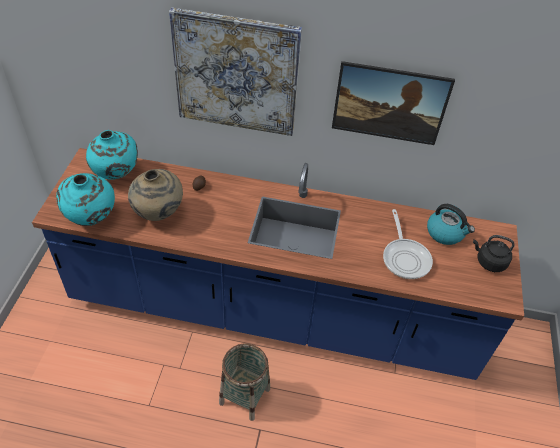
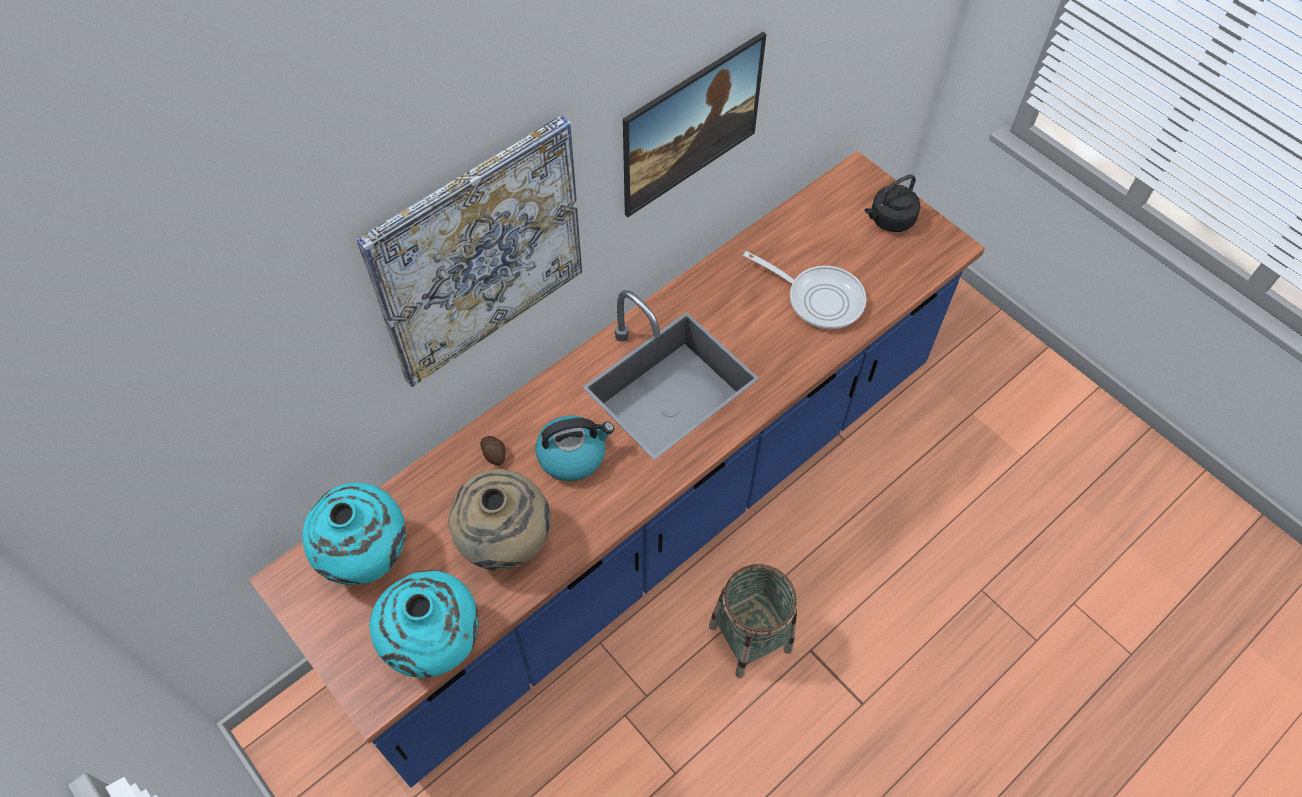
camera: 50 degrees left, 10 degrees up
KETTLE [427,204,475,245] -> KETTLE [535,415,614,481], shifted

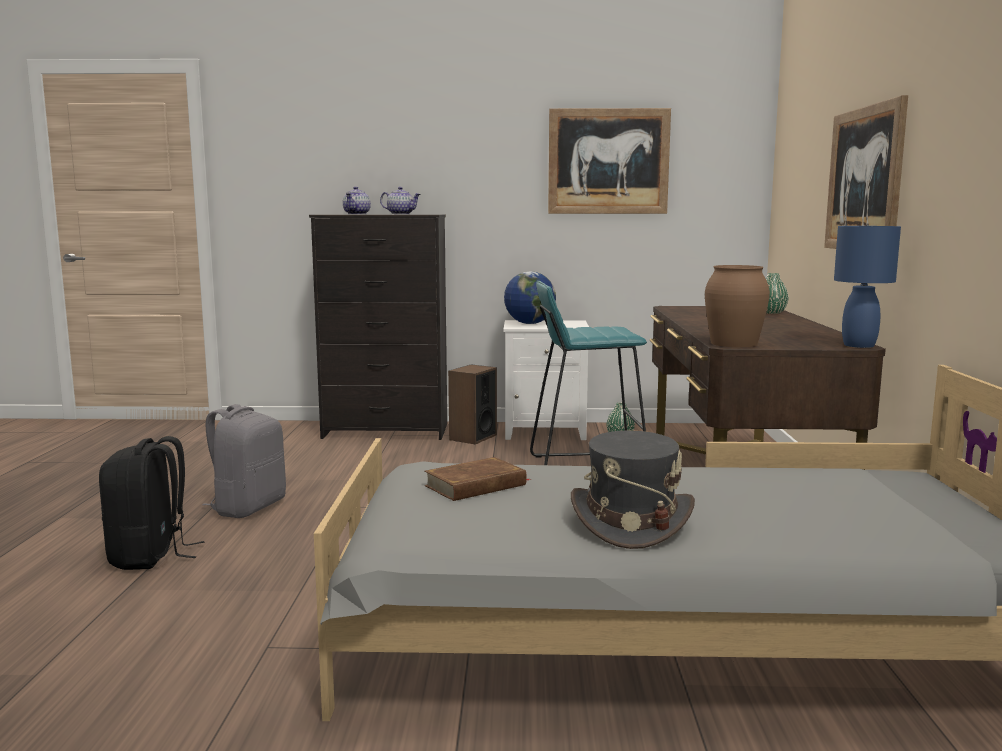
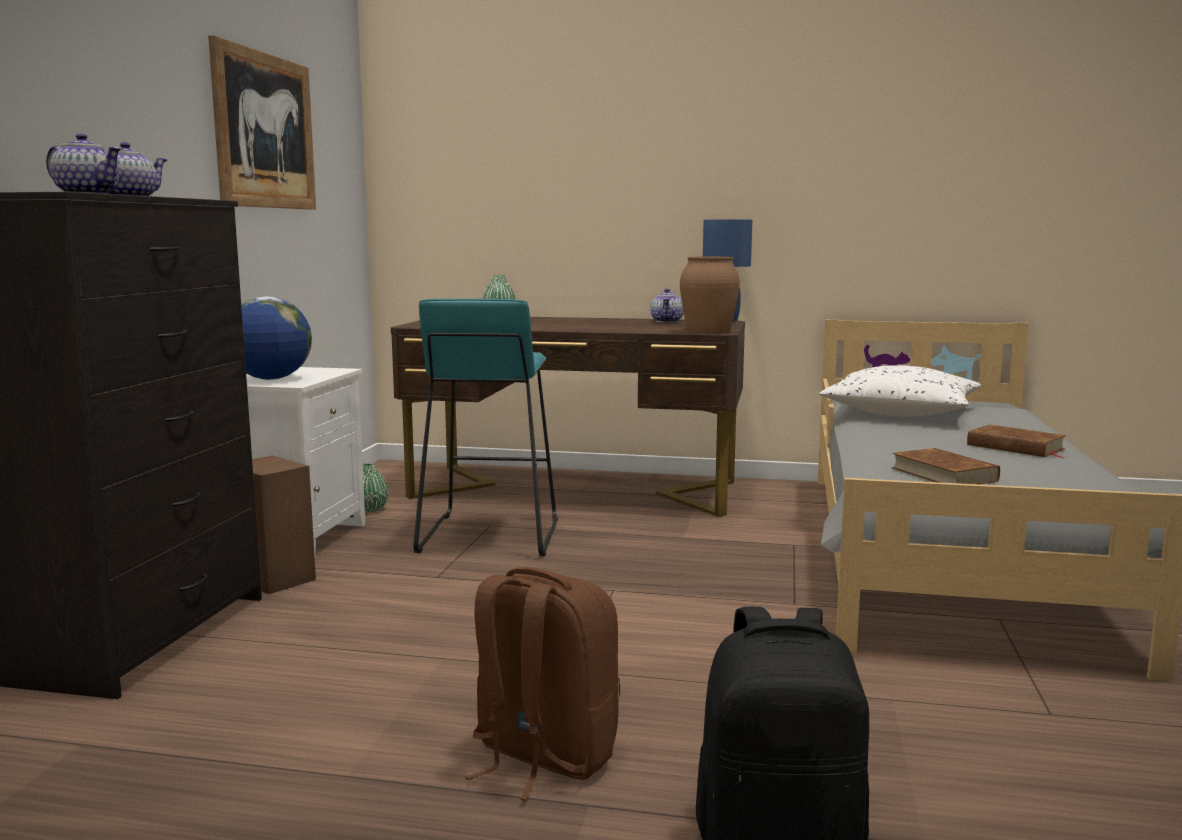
camera: 80 degrees left, 0 degrees up
PICTURE [824,95,908,249] -> none
GREY BACKPACK [202,404,286,518] -> BROWN BACKPACK [465,567,620,801]
GREY HAT [571,431,695,549] -> BROWN BOOK [967,425,1066,458]
none -> TEAPOT [650,288,684,323]
none -> WHITE PILLOW [819,365,981,416]

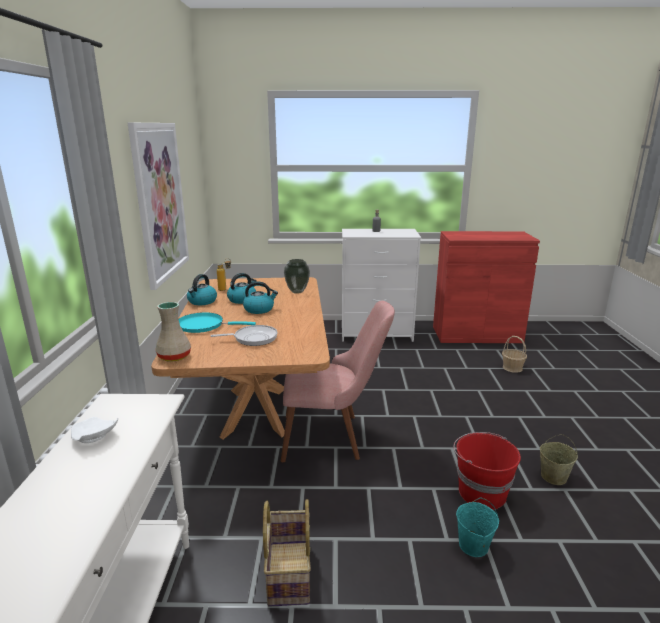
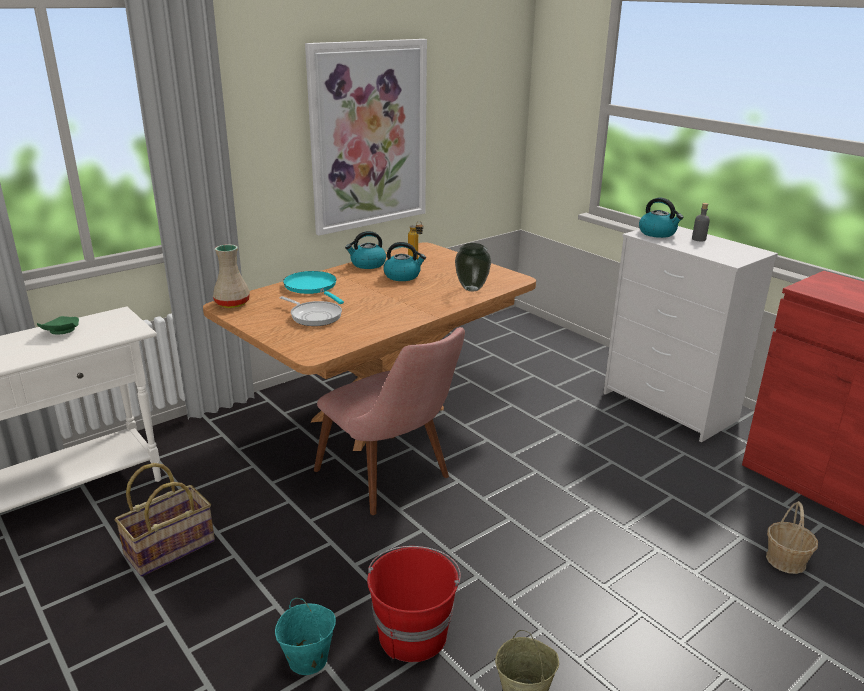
camera: 50 degrees right, 5 degrees up
KETTLE [243,281,278,314] -> KETTLE [639,197,683,238], shifted
WHITE PLATE [71,417,118,443] -> GREEN PLATE [37,316,79,335]

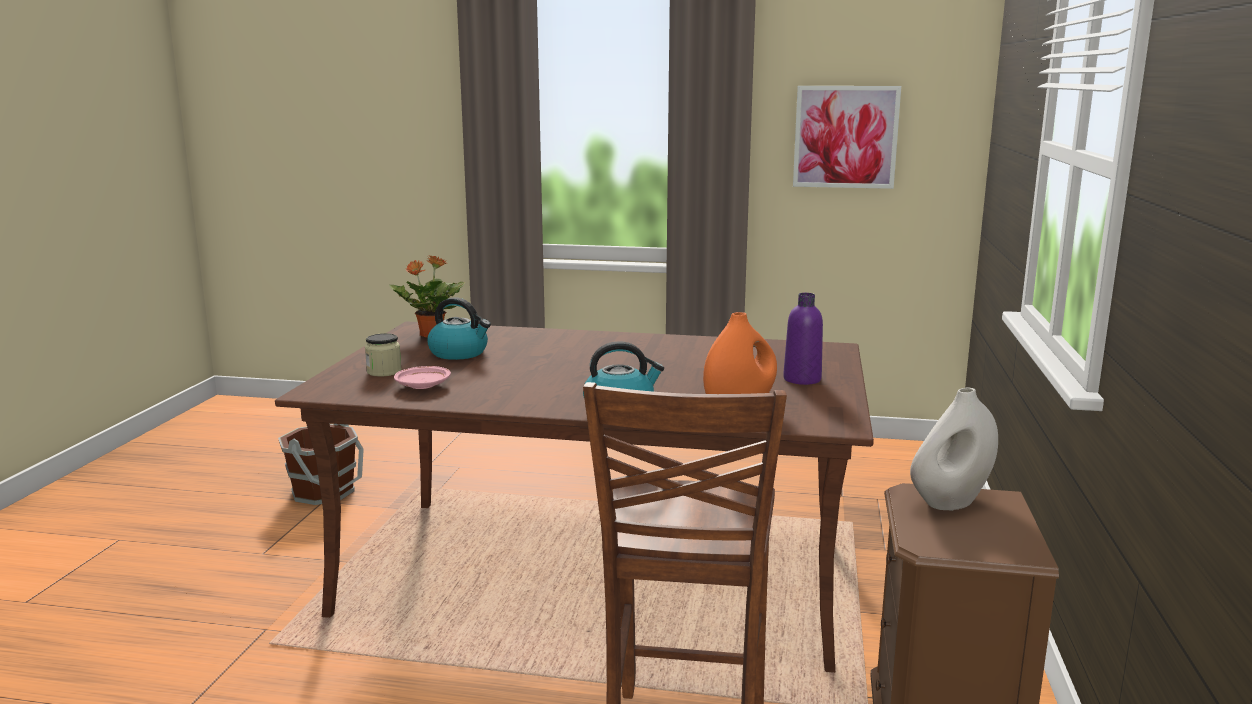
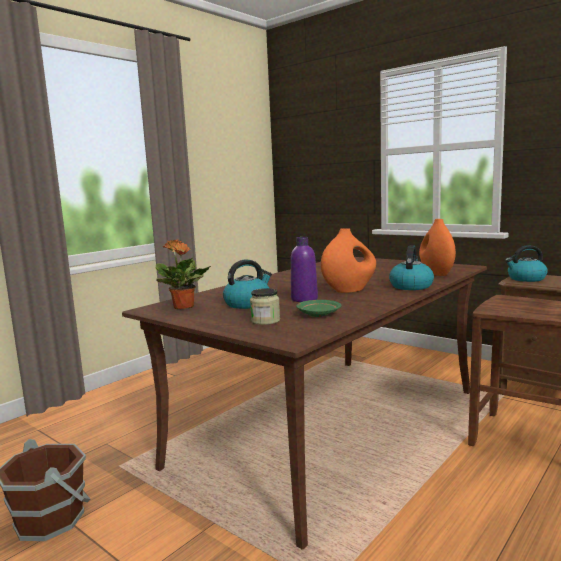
camera: 60 degrees left, 5 degrees down
PICTURE [793,86,901,189] -> none
PURPLE BOTTLE [783,293,823,385] -> PURPLE BOTTLE [291,237,318,302], shifted
PINK PLATE [394,366,451,389] -> GREEN PLATE [296,300,341,317]
WHITE VASE [910,388,998,511] -> KETTLE [505,245,548,282]
none -> ORANGE VASE [321,228,376,293]

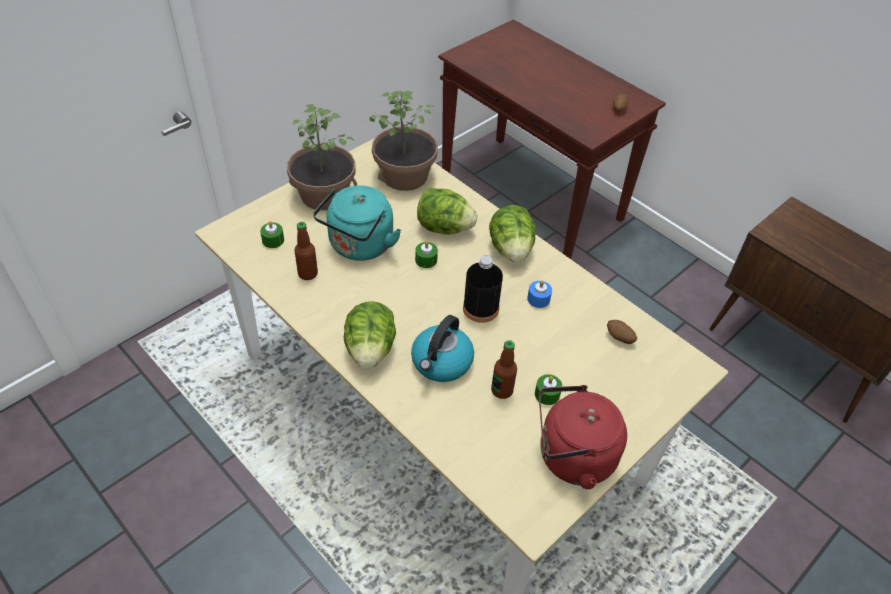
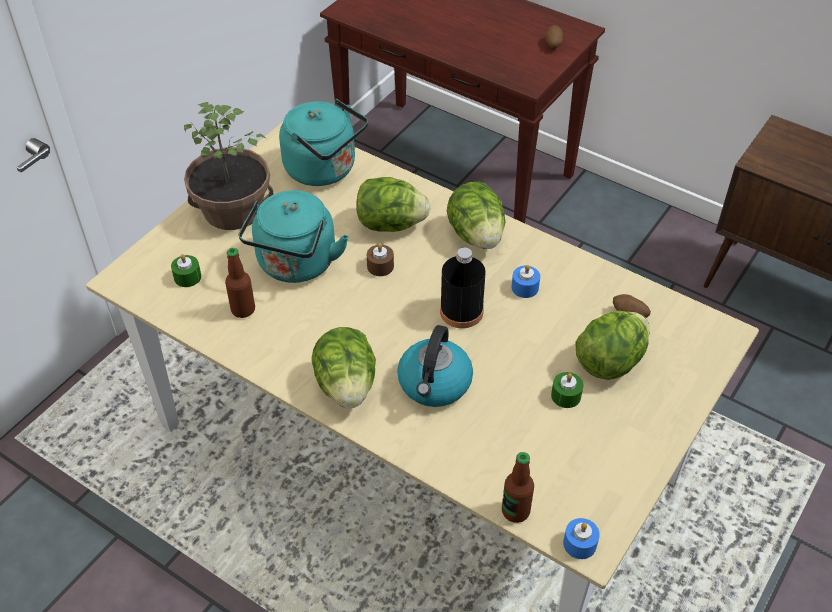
camera: 10 degrees left, 0 degrees up
POTTED PLANT [370,91,438,191] -> TURQUOISE KETTLE [279,99,368,186]
GREEN CANDLE [415,241,438,268] -> BROWN CANDLE [367,243,394,276]
BOTTLE [491,340,517,399] -> BOTTLE [502,452,534,523], shifted
RED KETTLE [539,385,627,490] -> none
none -> LETTUCE [575,311,650,380]
none -> BLUE CANDLE [563,518,600,559]

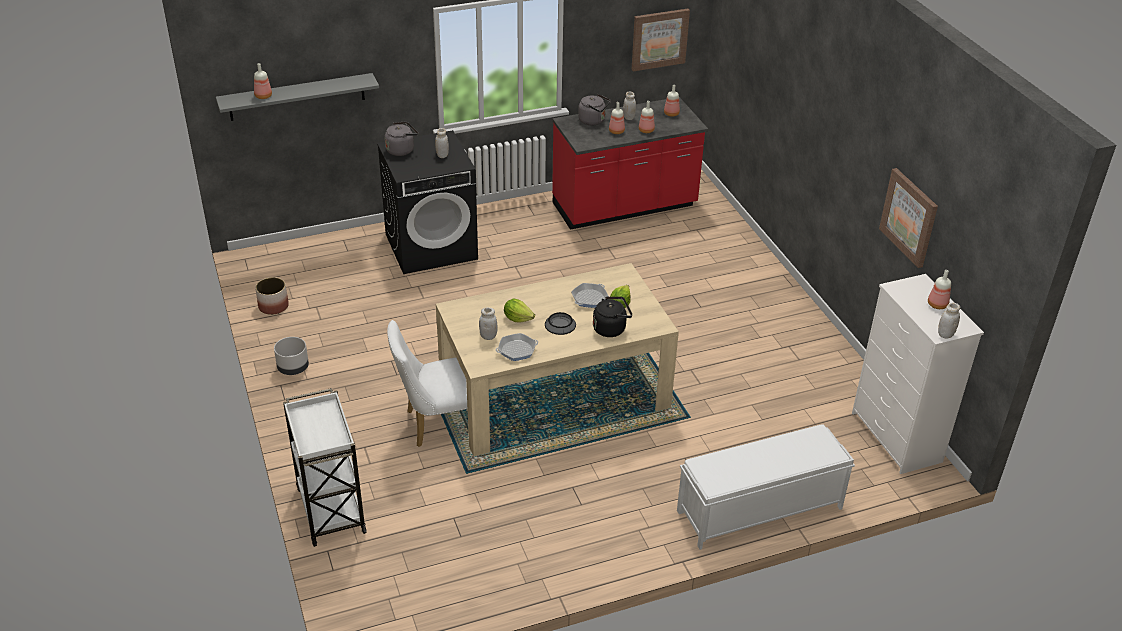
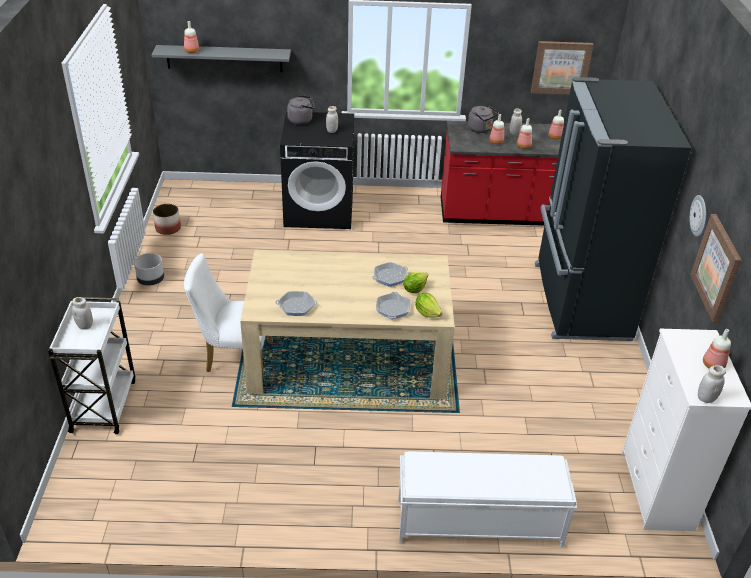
camera: 20 degrees right, 0 degrees up
BLACK KETTLE [593,297,632,337] -> FRYING PAN [376,292,410,319]
LETTUCE [504,299,535,323] -> LETTUCE [415,293,443,317], shifted
WHITE JAR [479,308,498,340] -> WHITE JAR [72,297,93,330], shifted
BOWL [545,312,576,335] -> none
none -> BLACK FRIDGE [535,77,691,341]
none -> WALL CLOCK [689,195,706,237]

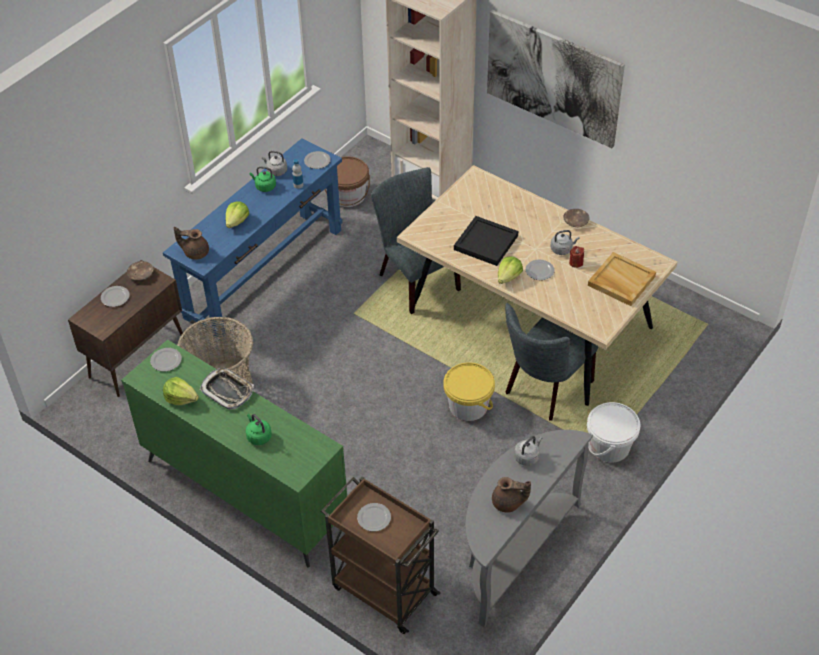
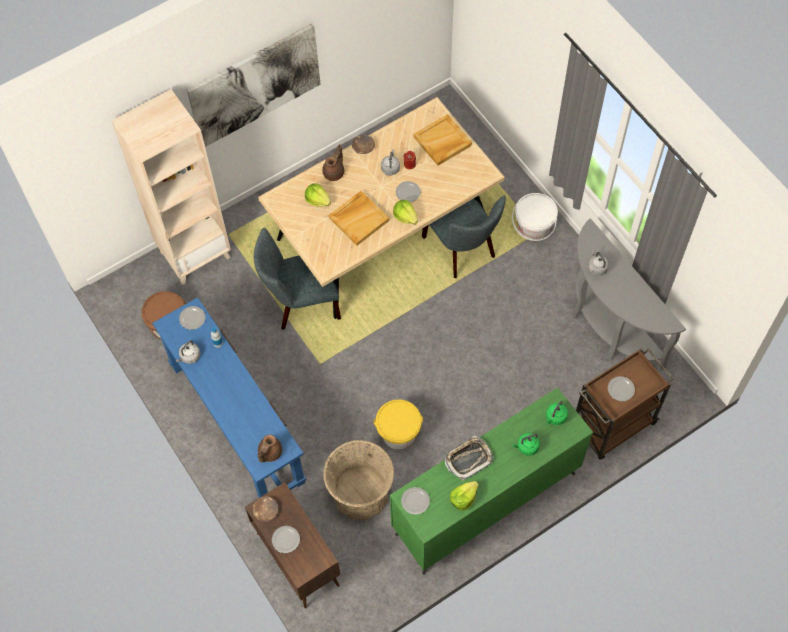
camera: 70 degrees left, 15 degrees up
GREEN KETTLE [250,166,276,192] -> GREEN KETTLE [546,401,568,425], shifted
LETTUCE [226,201,249,228] -> LETTUCE [305,183,331,207], shifted
BLACK TRAY [454,216,518,266] -> BEIGE TRAY [329,191,389,246]
YELLOW BUCKET [444,362,495,421] -> YELLOW BUCKET [374,400,423,449], shifted
BROWN TEAPOT [492,477,531,513] -> BROWN TEAPOT [322,144,344,181], shifted

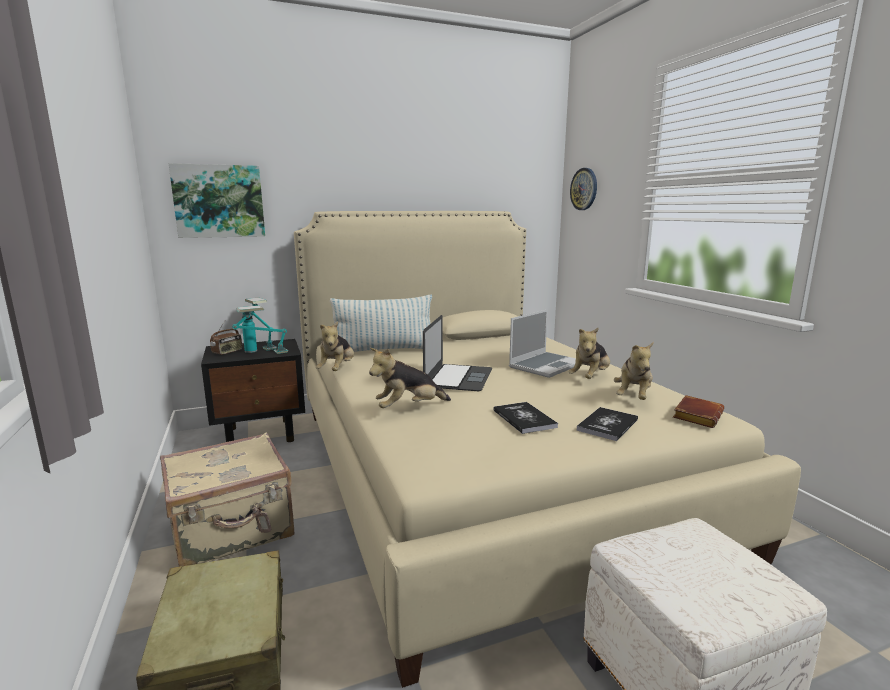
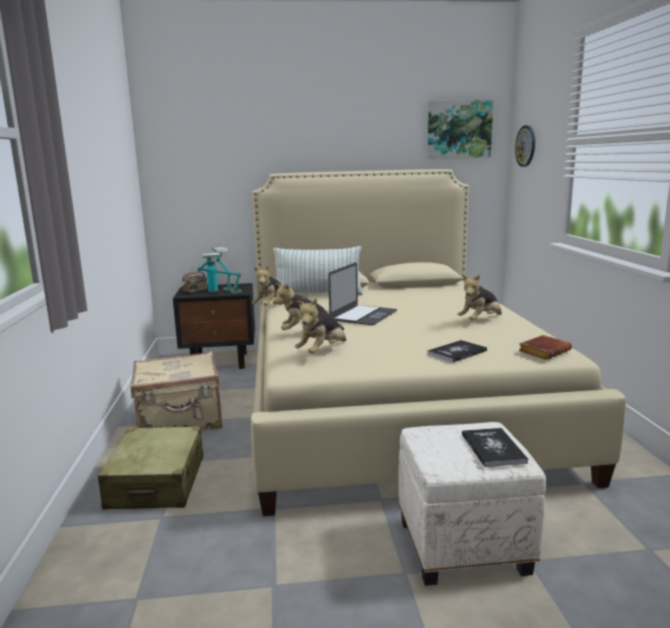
camera: 15 degrees right, 0 degrees up
PICTURE [168,163,265,238] -> PICTURE [428,100,493,159], shifted
LAPTOP [509,309,576,378] -> none
PLUSH TOY [614,342,654,400] -> PLUSH TOY [295,298,346,353], shifted
BOOK [493,402,558,434] -> BOOK [462,428,528,467], shifted

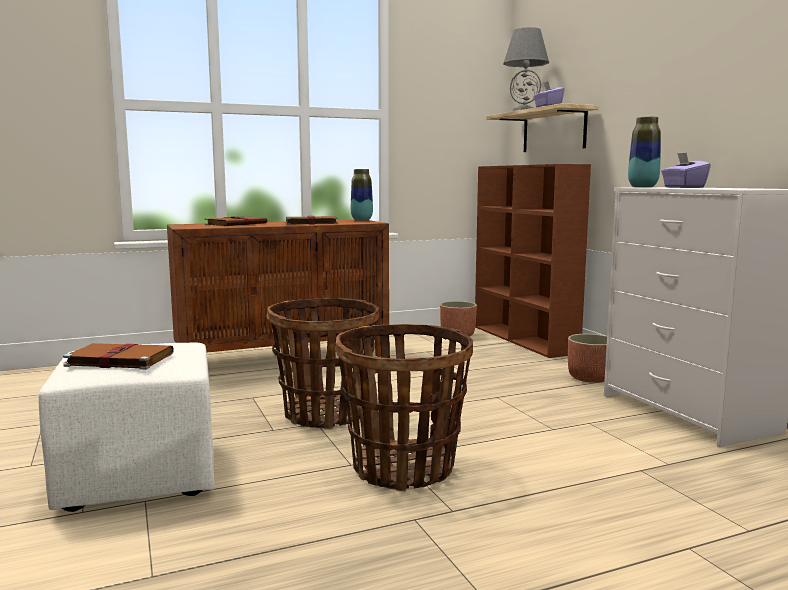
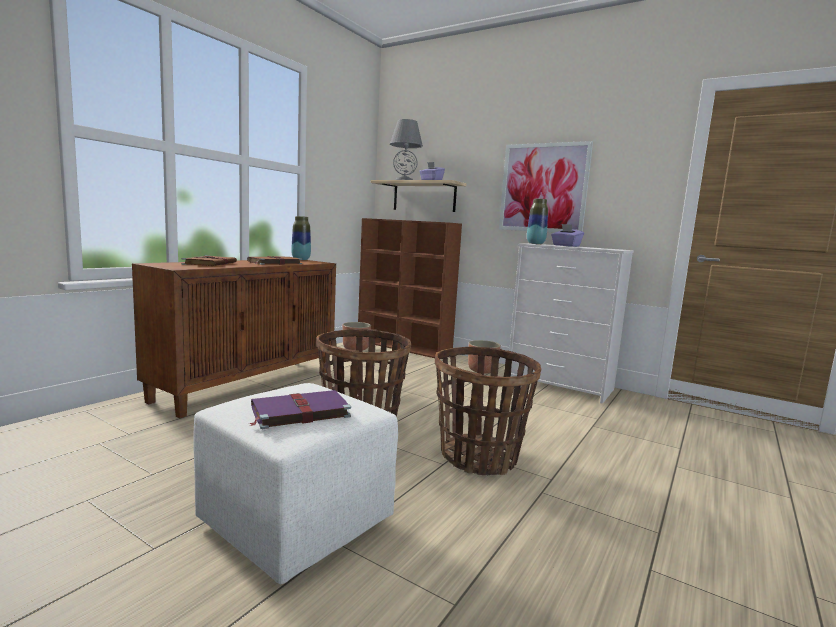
camera: 35 degrees left, 0 degrees up
BROWN BOOK [63,343,174,370] -> PURPLE BOOK [249,390,351,429]
none -> PICTURE [499,141,593,233]

